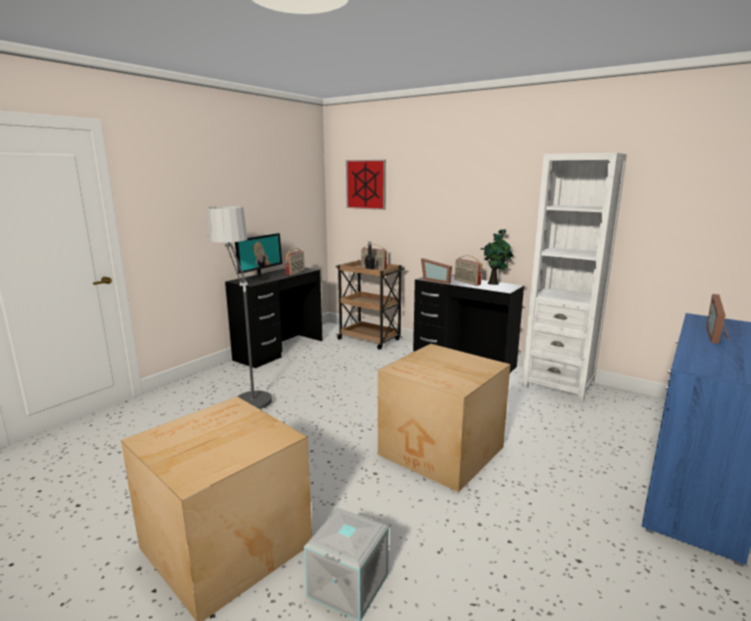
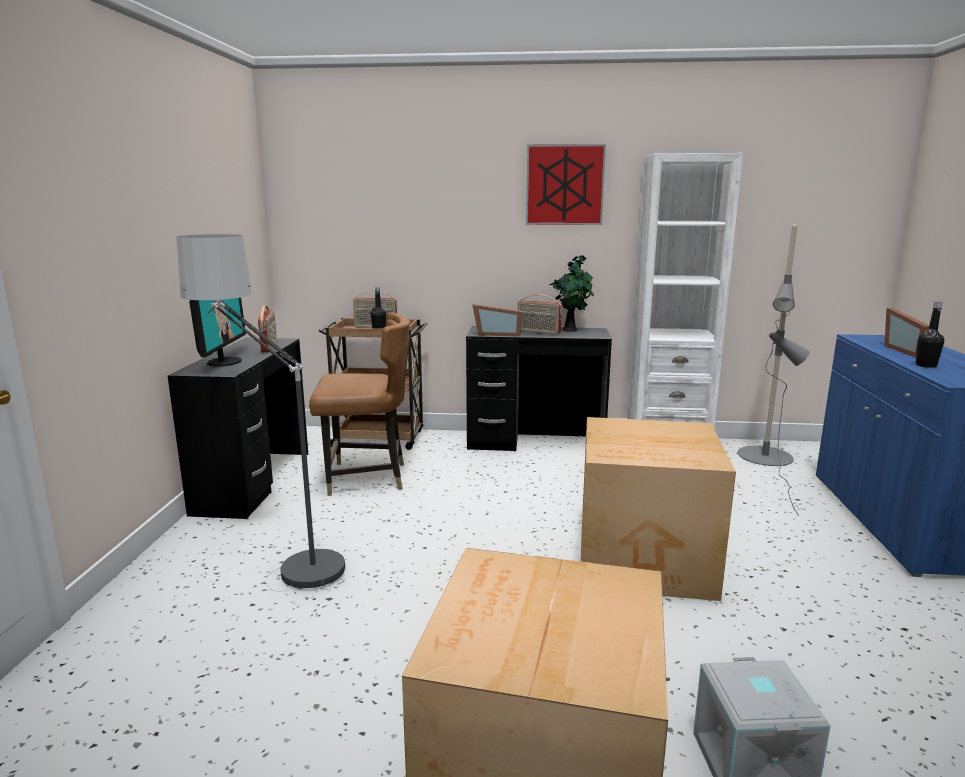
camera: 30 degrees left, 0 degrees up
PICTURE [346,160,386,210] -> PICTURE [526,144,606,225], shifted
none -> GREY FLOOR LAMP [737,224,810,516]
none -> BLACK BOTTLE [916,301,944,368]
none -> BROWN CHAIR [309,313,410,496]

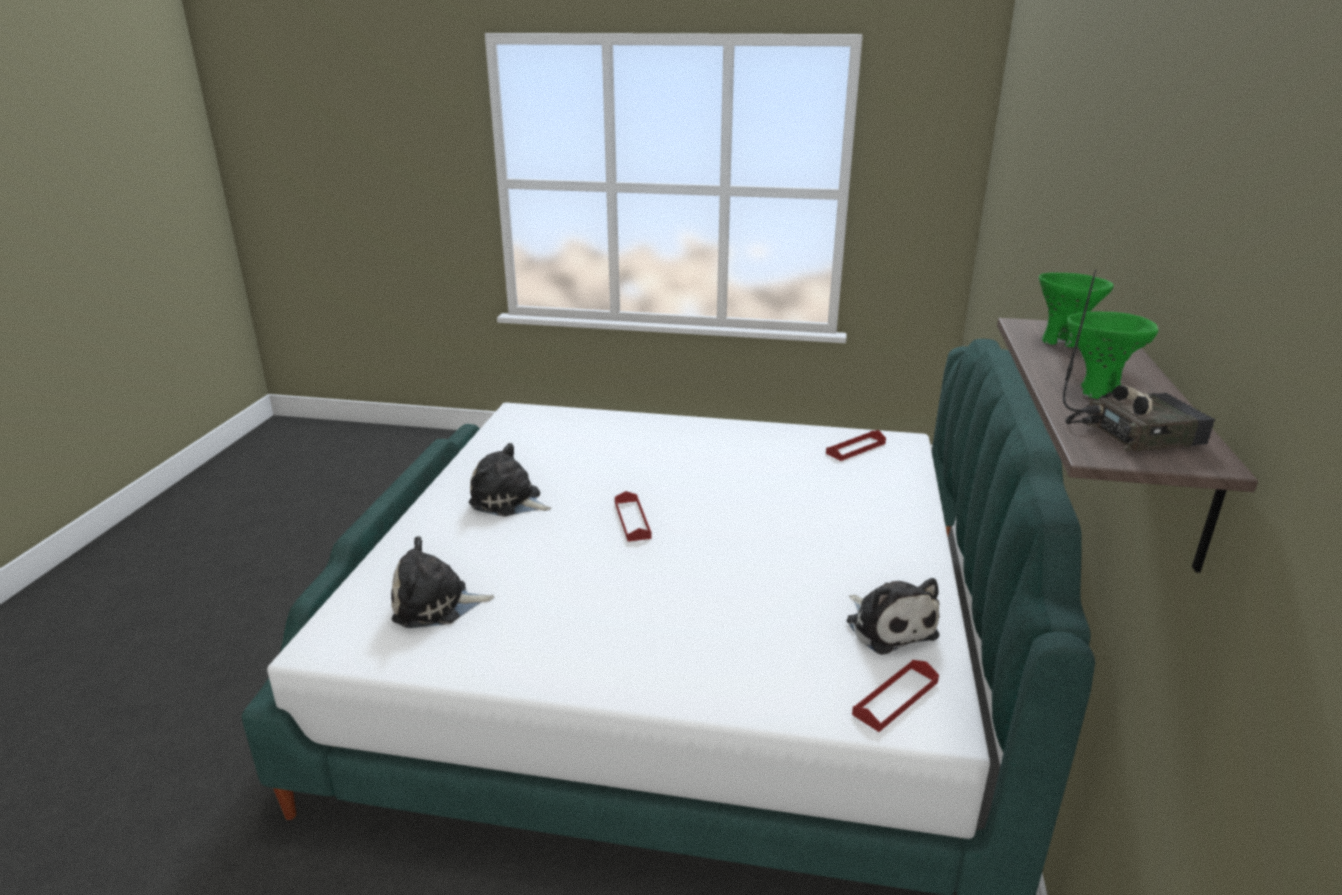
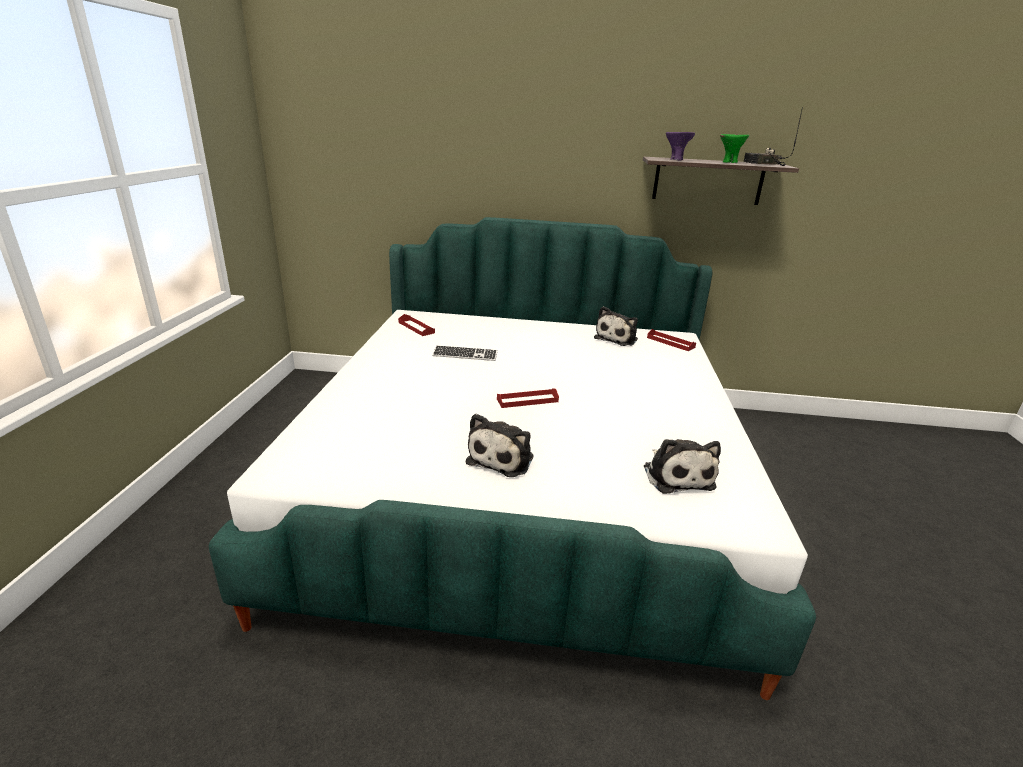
camera: 95 degrees left, 0 degrees up
RADIO [1063,269,1215,452] -> RADIO [744,107,803,166], 75 degrees counterclockwise
GREEN BOWL [1039,273,1114,347] -> PURPLE BOWL [666,132,695,160]
PLUSH TOY [847,578,940,655] -> PLUSH TOY [594,306,638,346], 150 degrees clockwise
none -> KEYBOARD [433,345,498,361]

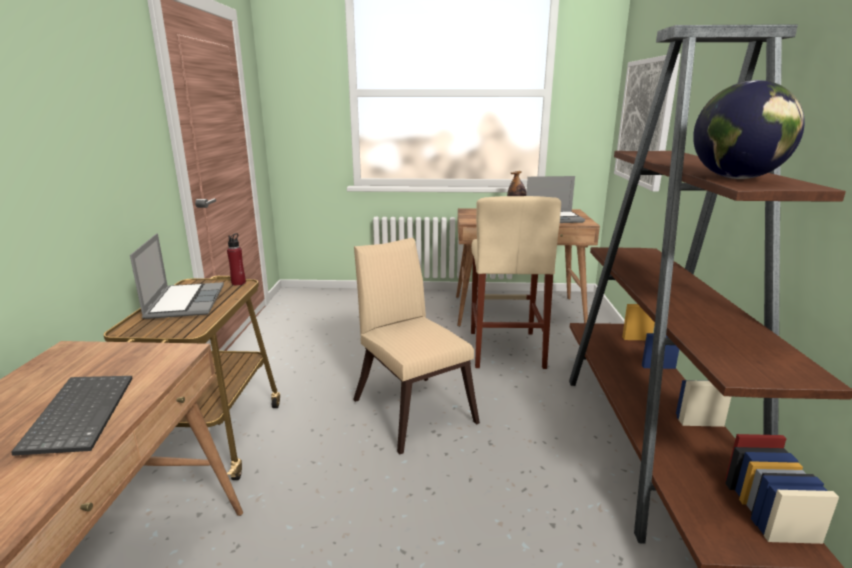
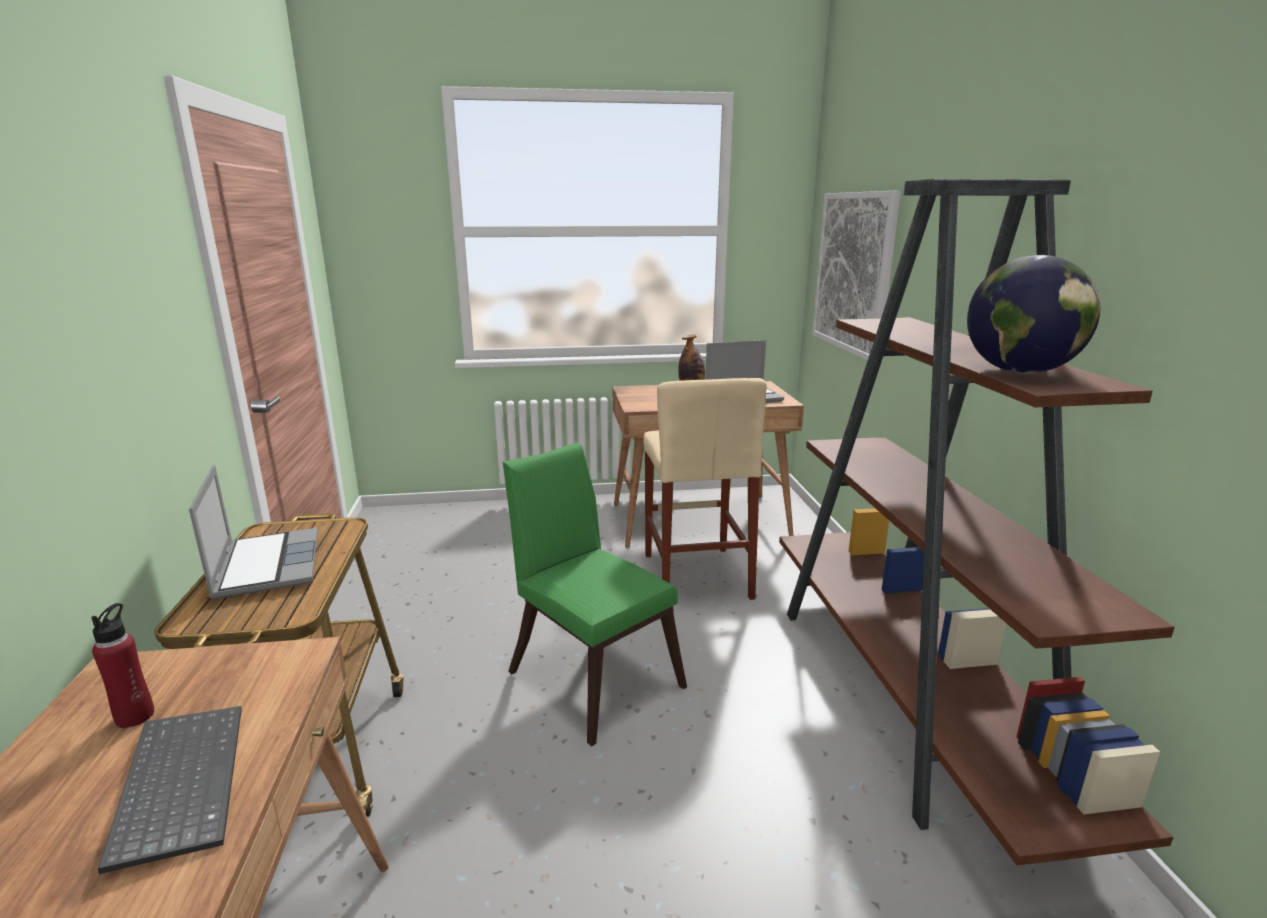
camera: 10 degrees left, 0 degrees up
RED BOTTLE [227,233,246,286] -> RED BOTTLE [91,603,154,728], shifted
BEIGE CHAIR [353,238,480,454] -> GREEN CHAIR [503,442,687,746]

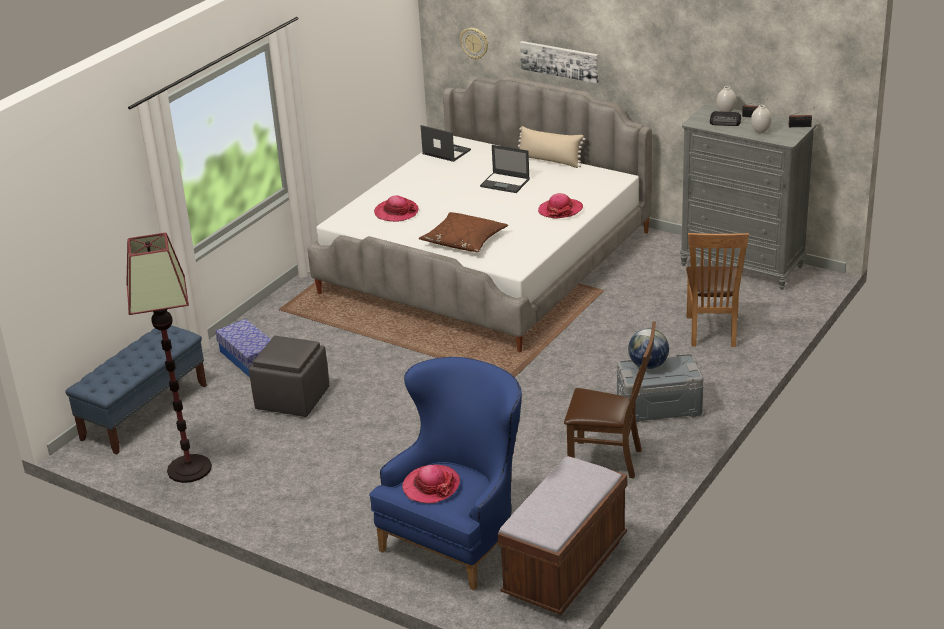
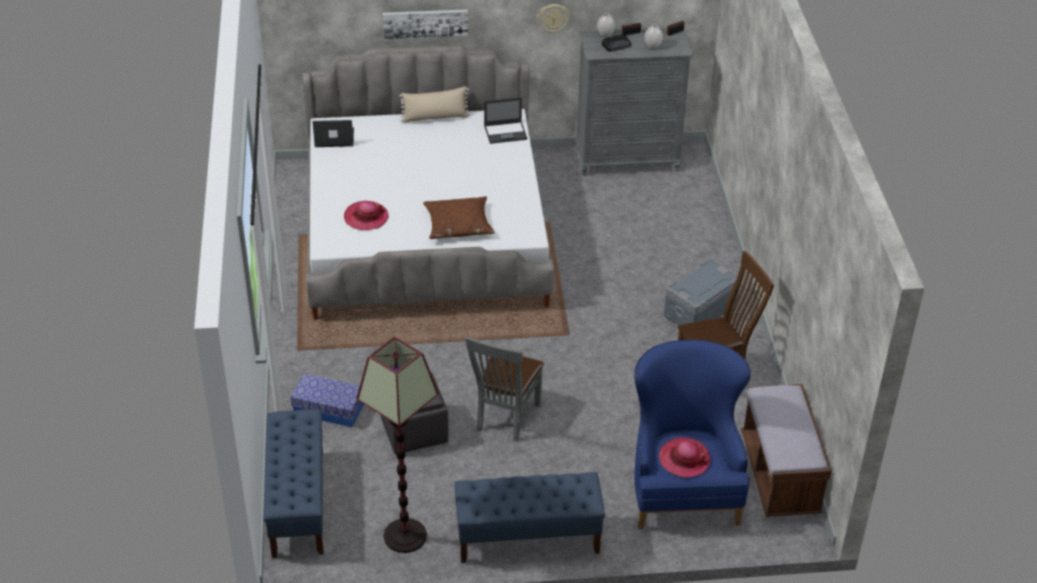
camera: 40 degrees left, 10 degrees up
WALL CLOCK [460,28,488,60] -> WALL CLOCK [537,4,570,34], shifted
LAPTOP [480,145,530,193] -> LAPTOP [484,97,527,144], shifted
HAT [538,193,583,219] -> none
BROWN CHAIR [686,233,749,347] -> none
GLOBE [628,328,669,369] -> none
none -> GREY CHAIR [465,336,544,442]
none -> BLUE BENCH [454,472,605,563]

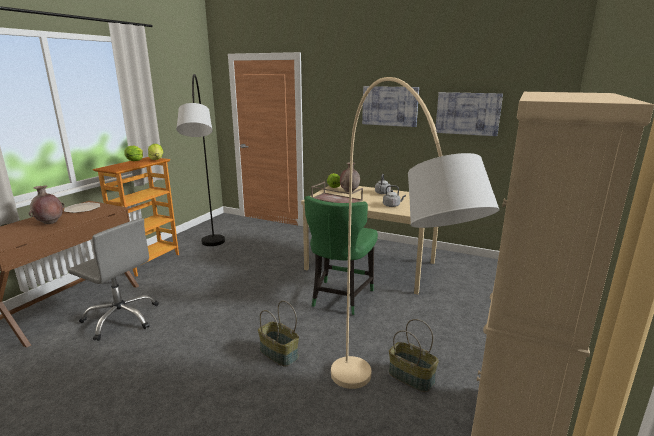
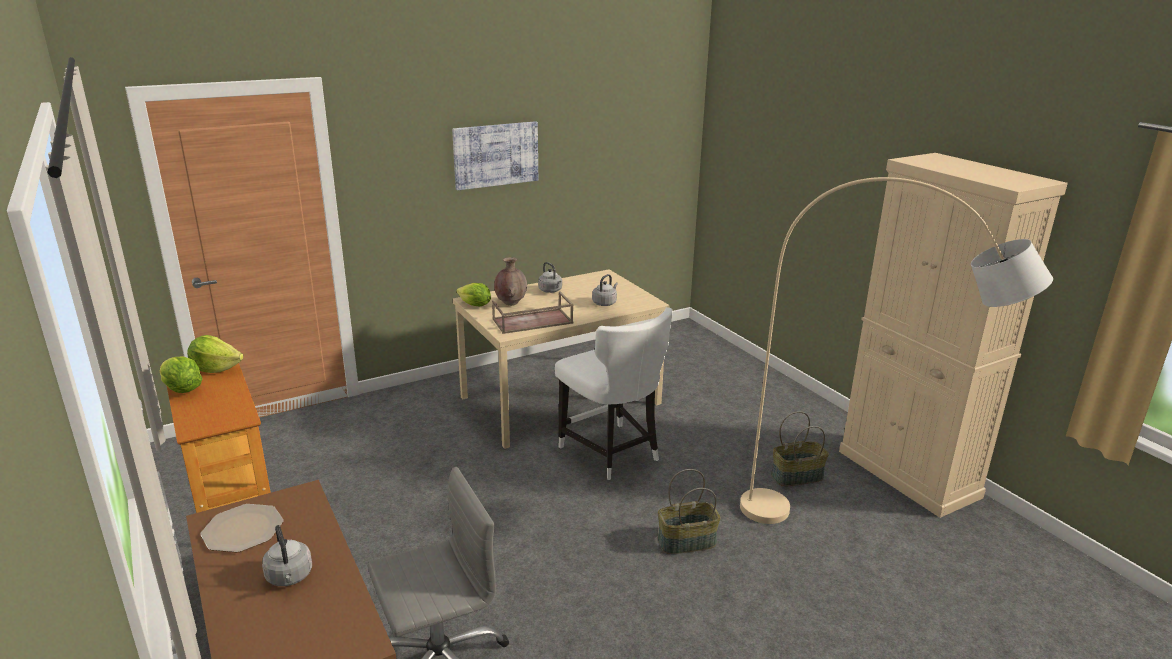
camera: 55 degrees left, 5 degrees up
GREY FLOOR LAMP [176,74,225,246] -> none
PICTURE [436,92,503,136] -> none
BROWN VASE [29,185,65,224] -> GREY KETTLE [262,525,312,586]
GREEN CHAIR [304,196,378,315] -> WHITE CHAIR [555,307,672,480]

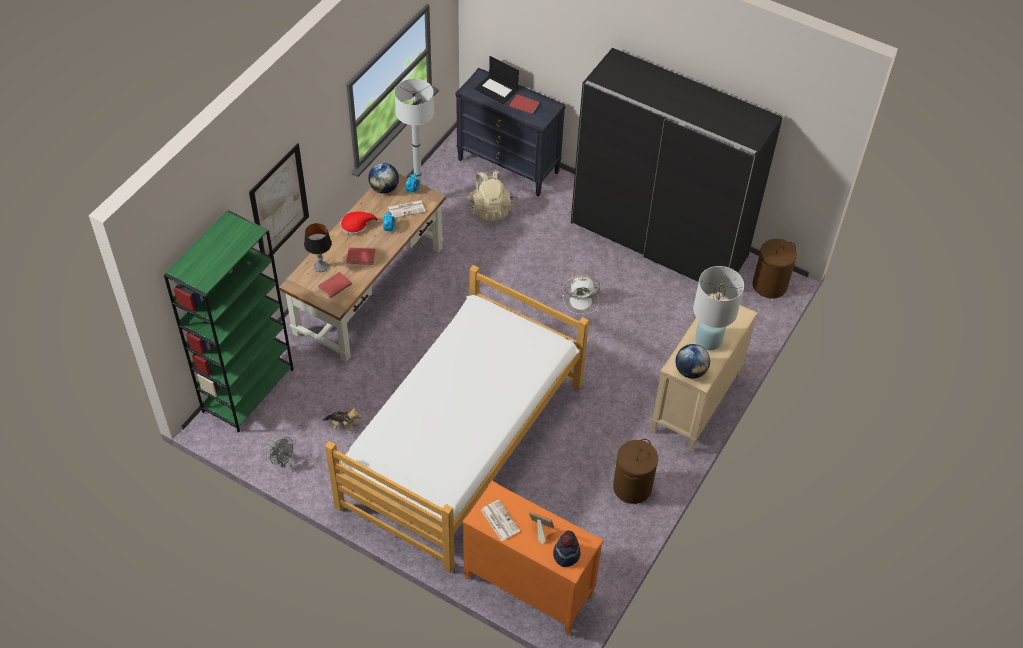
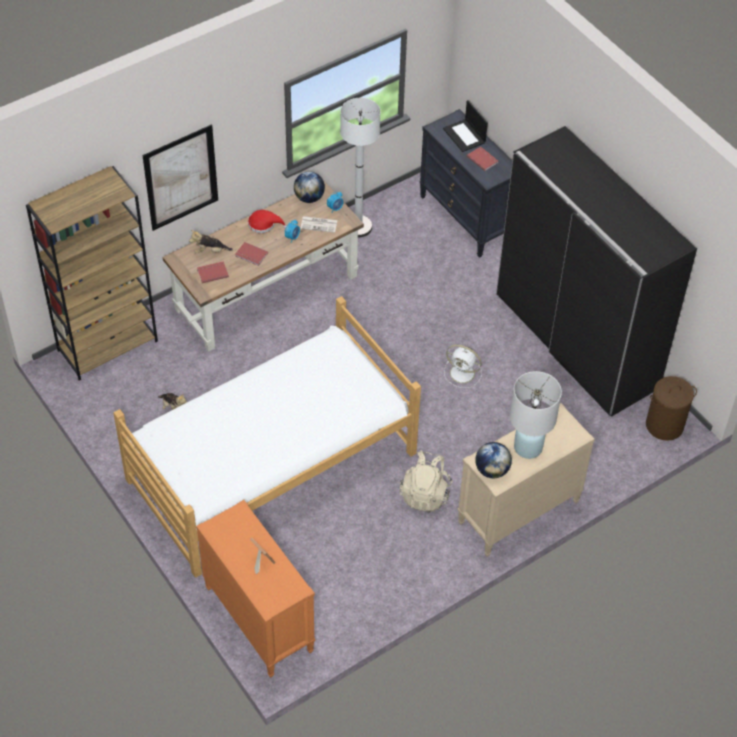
camera: 25 degrees right, 0 degrees up
BEIGE BACKPACK [468,171,513,222] -> BEIGE BACKPACK [400,450,453,512], shifted
GREEN BOOKCASE [164,210,294,433] -> BROWN BOOKCASE [26,166,158,381]
TABLE LAMP [304,223,332,272] -> PLUSH TOY [189,230,233,253]
GREY FAN [267,437,293,467] -> none
BROWN LAUNDRY BASKET [613,439,658,504] -> none
NEWSPAPER [481,500,520,541] -> none
HAT [553,531,581,567] -> none

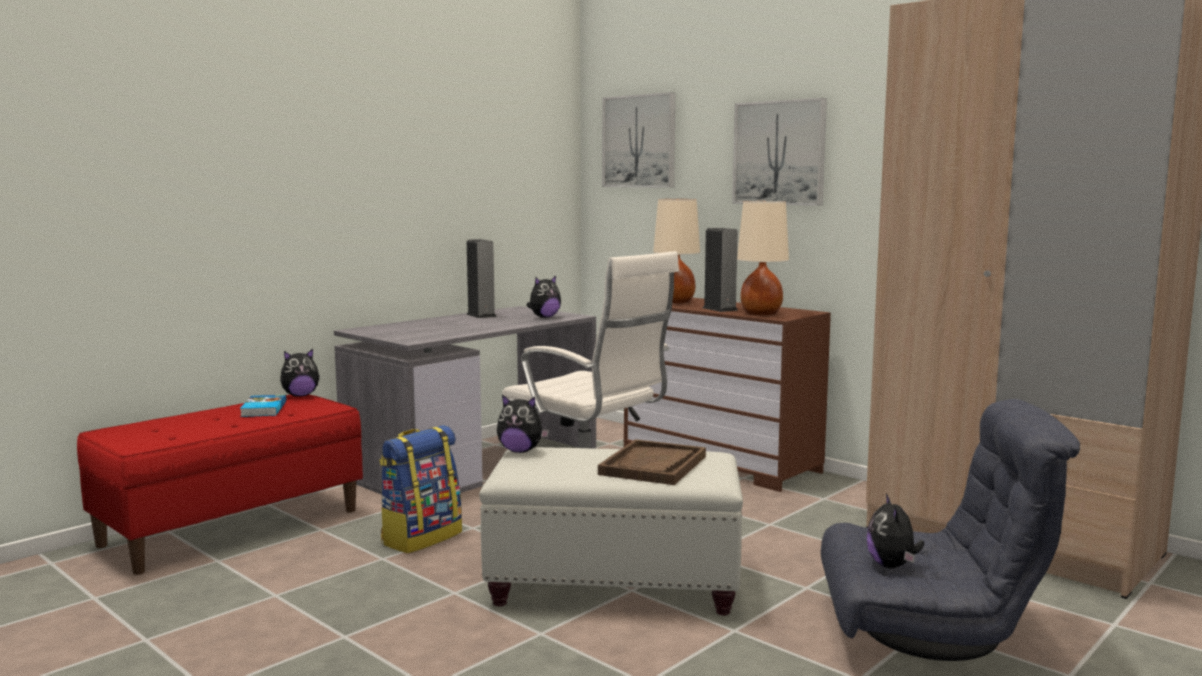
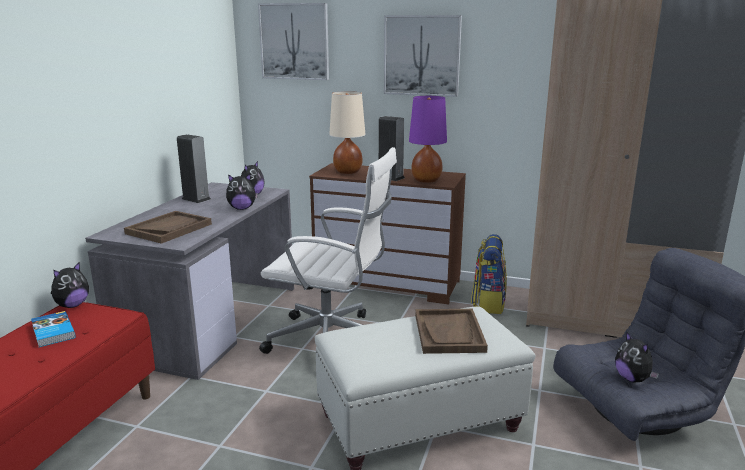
camera: 25 degrees left, 10 degrees up
BEIGE TABLE LAMP [737,201,789,315] -> PURPLE TABLE LAMP [409,96,447,183]
PLUSH TOY [497,395,549,453] -> PLUSH TOY [226,174,258,210], shifted
BACKPACK [379,425,462,553] -> BACKPACK [471,234,507,314], shifted
none -> BROWN TRAY [124,211,212,244]

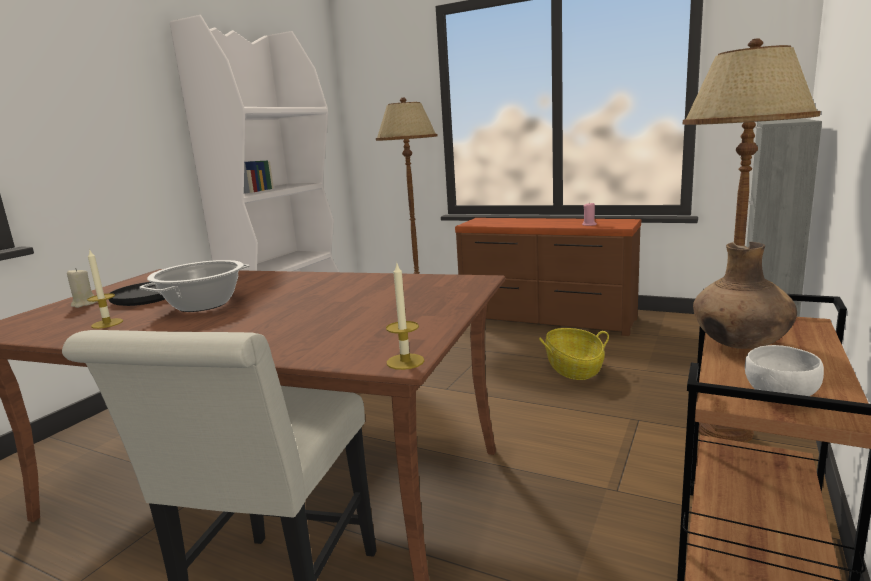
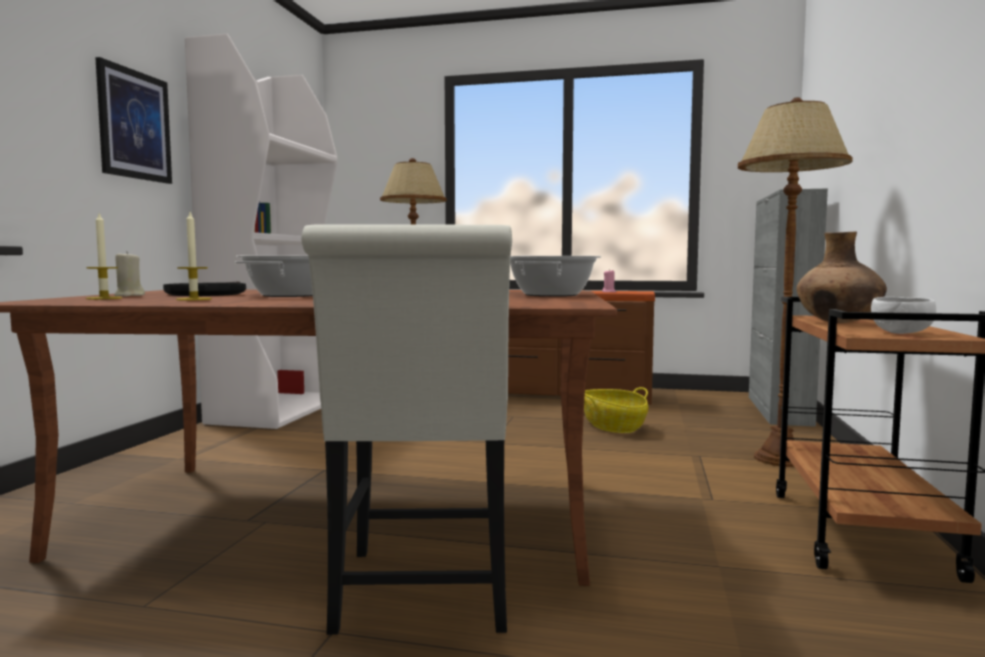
camera: 15 degrees left, 10 degrees down
CANDLE [386,264,424,370] -> CANDLE [86,213,123,299], shifted
none -> PICTURE [95,57,172,184]
none -> COOKING POT [510,256,601,297]

